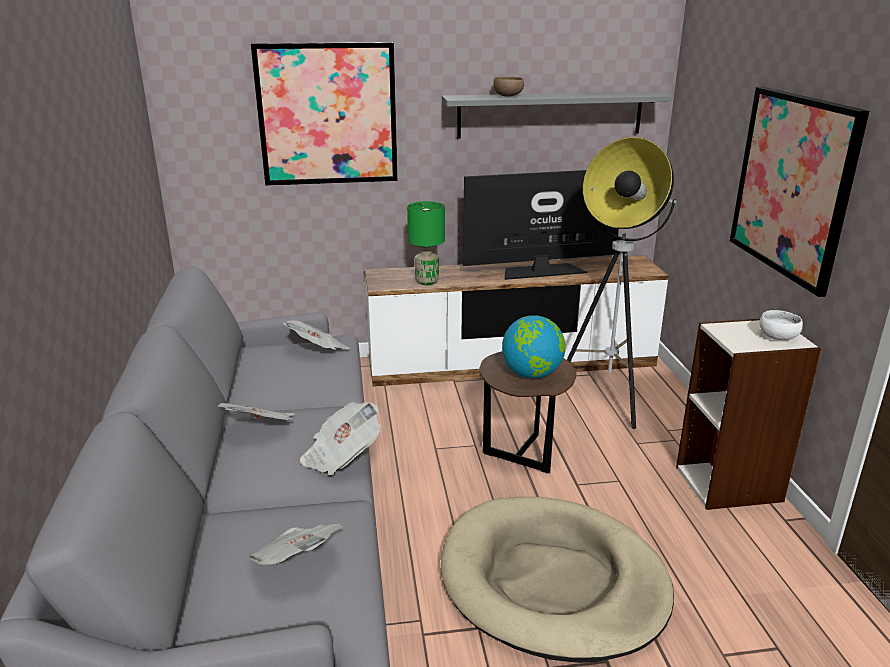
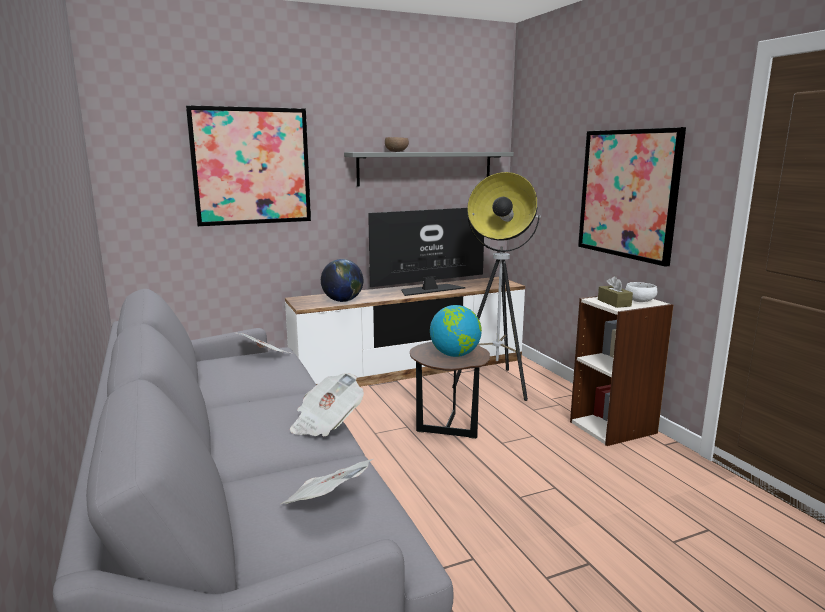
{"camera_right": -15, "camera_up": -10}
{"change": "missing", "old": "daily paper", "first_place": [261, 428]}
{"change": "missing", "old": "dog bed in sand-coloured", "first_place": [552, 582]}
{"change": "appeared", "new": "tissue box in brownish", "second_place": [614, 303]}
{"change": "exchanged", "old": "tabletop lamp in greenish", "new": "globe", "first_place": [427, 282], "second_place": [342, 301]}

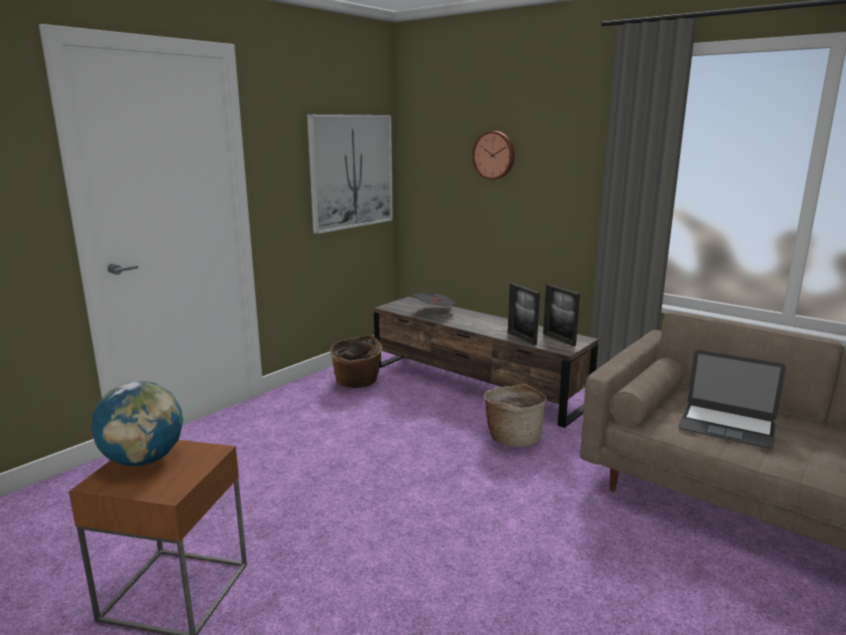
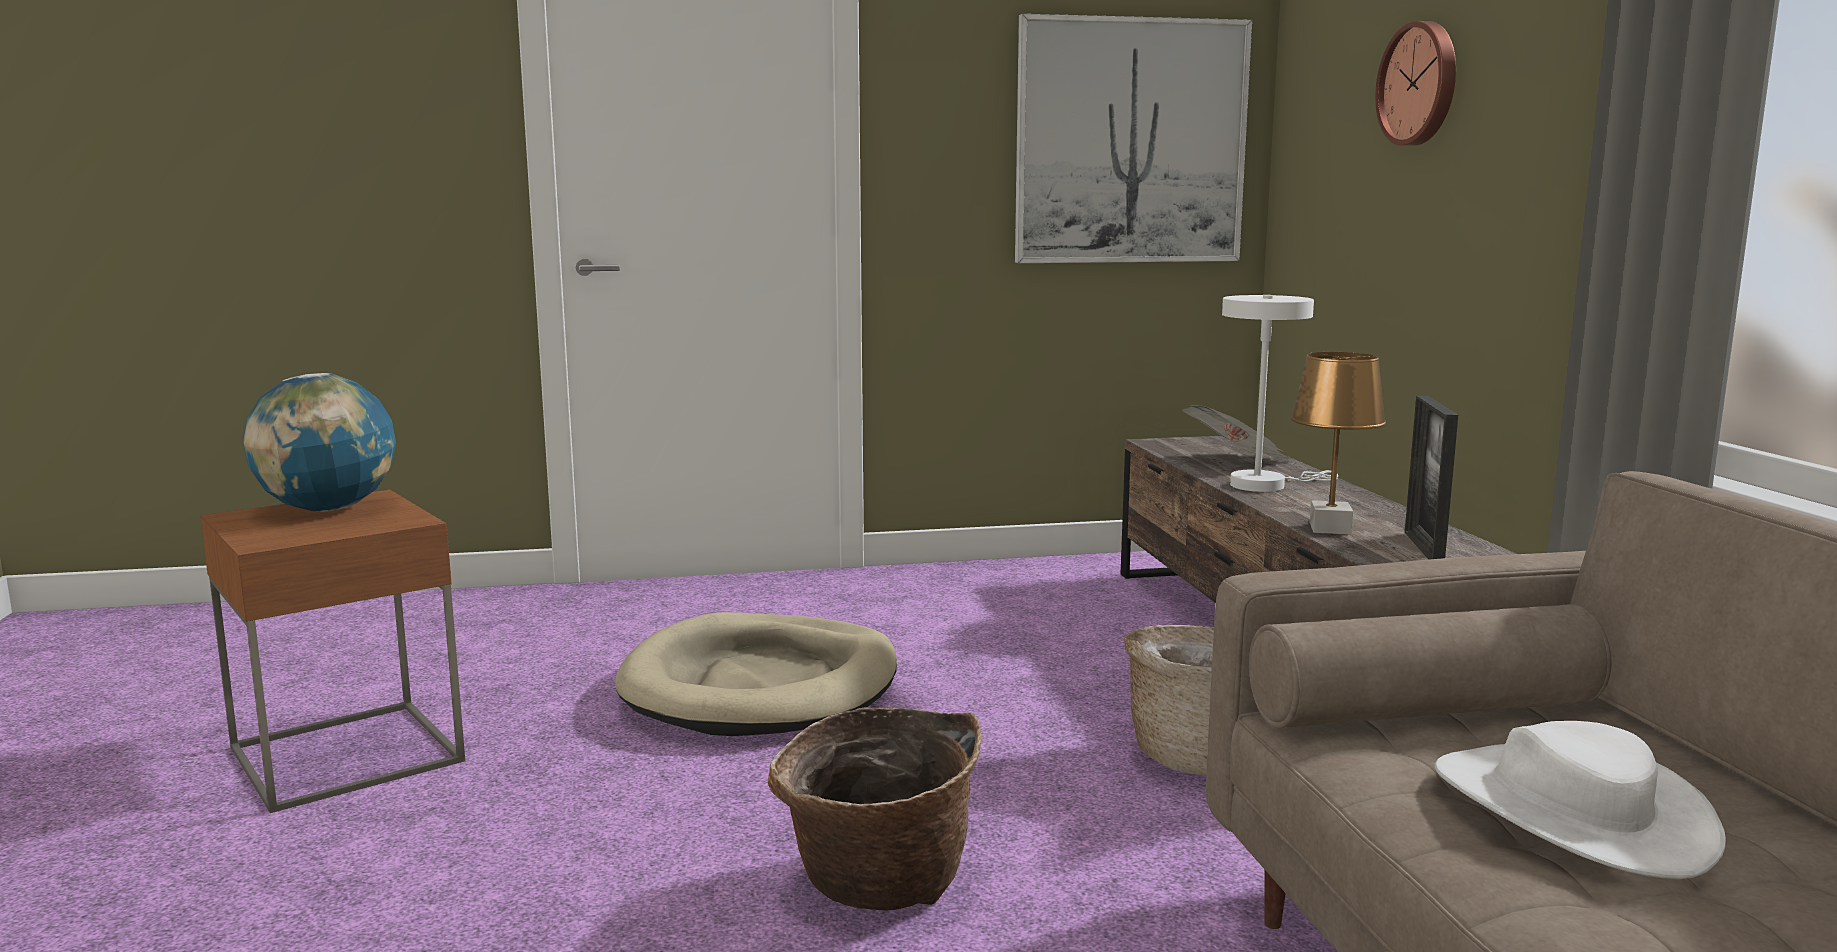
{"camera_right": 40, "camera_up": -5}
{"change": "appeared", "new": "dog bed in sand-coloured", "second_place": [762, 686]}
{"change": "appeared", "new": "tabletop lamp in white-coloured", "second_place": [1265, 484]}
{"change": "relocated", "old": "basket", "first_place": [357, 384], "second_place": [876, 886]}
{"change": "exchanged", "old": "standing frame", "new": "tabletop lamp in brownish", "first_place": [521, 338], "second_place": [1330, 529]}
{"change": "exchanged", "old": "portable computer", "new": "clothing hat in white-coloured", "first_place": [727, 425], "second_place": [1570, 810]}

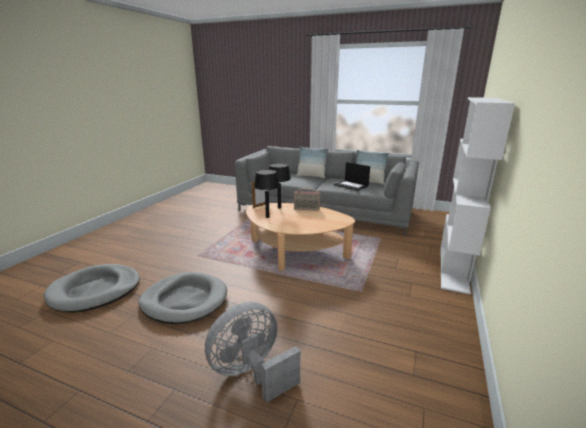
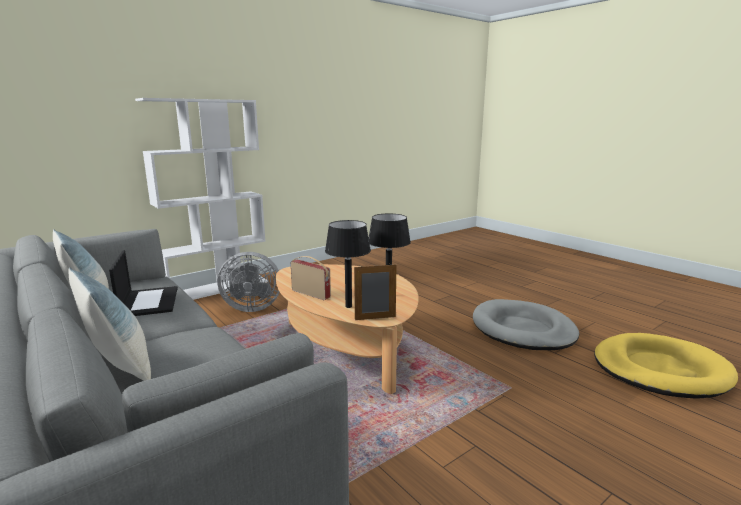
{"camera_right": -150, "camera_up": -5}
{"change": "relocated", "old": "fan in greyish", "first_place": [252, 373], "second_place": [251, 307]}
{"change": "colour", "old": "dog bed in greyish", "new": "dog bed in yellowish", "first_place": [95, 290], "second_place": [660, 370]}

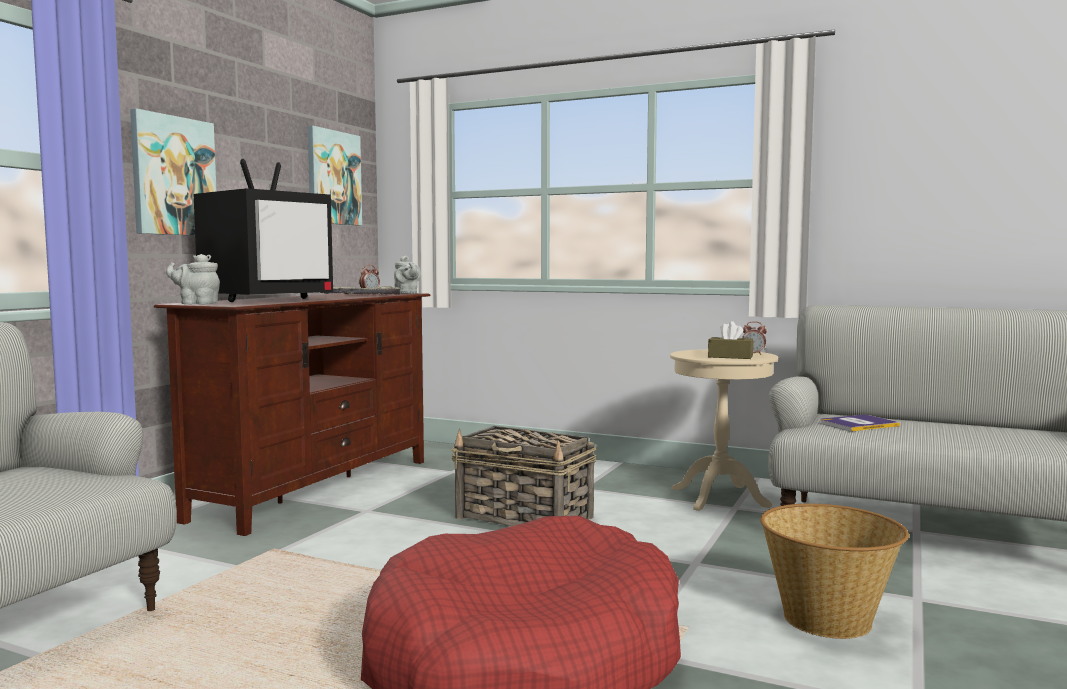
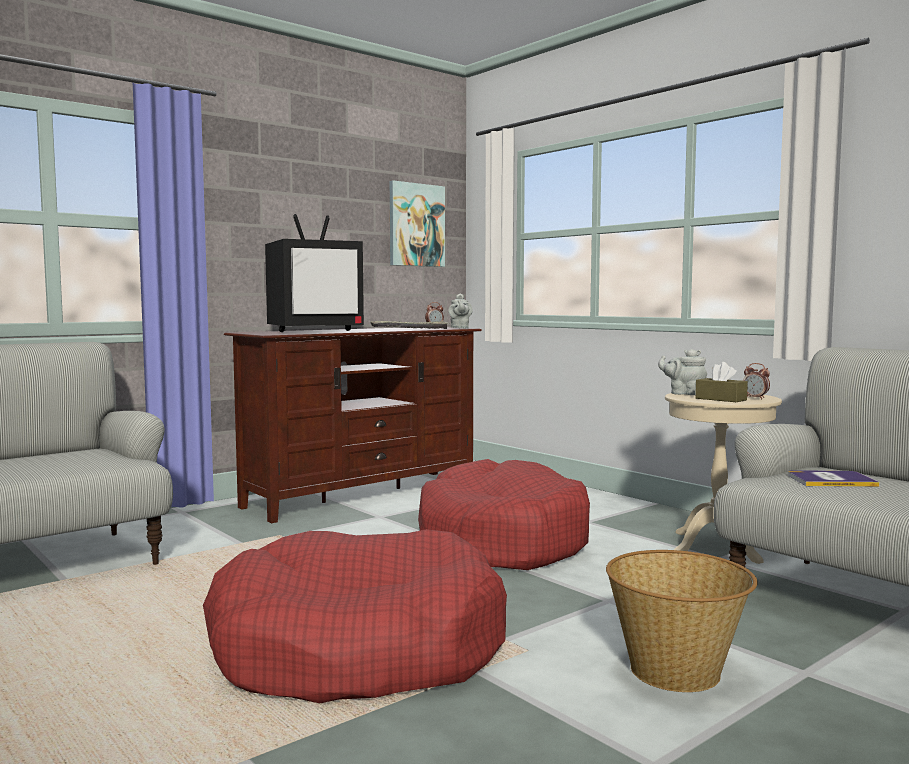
{"camera_right": 25, "camera_up": 0}
{"change": "missing", "old": "wall art", "first_place": [173, 176]}
{"change": "relocated", "old": "teapot in greyish", "first_place": [196, 303], "second_place": [684, 393]}
{"change": "exchanged", "old": "basket", "new": "dog bed in reddish", "first_place": [525, 518], "second_place": [501, 540]}

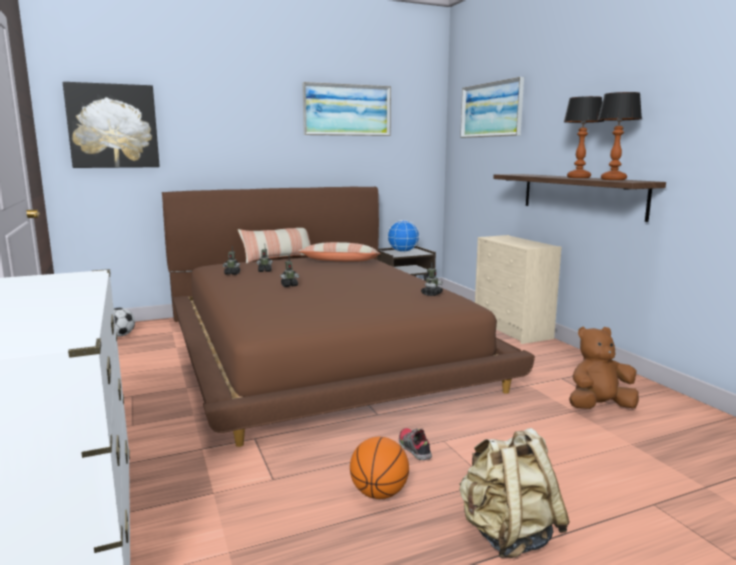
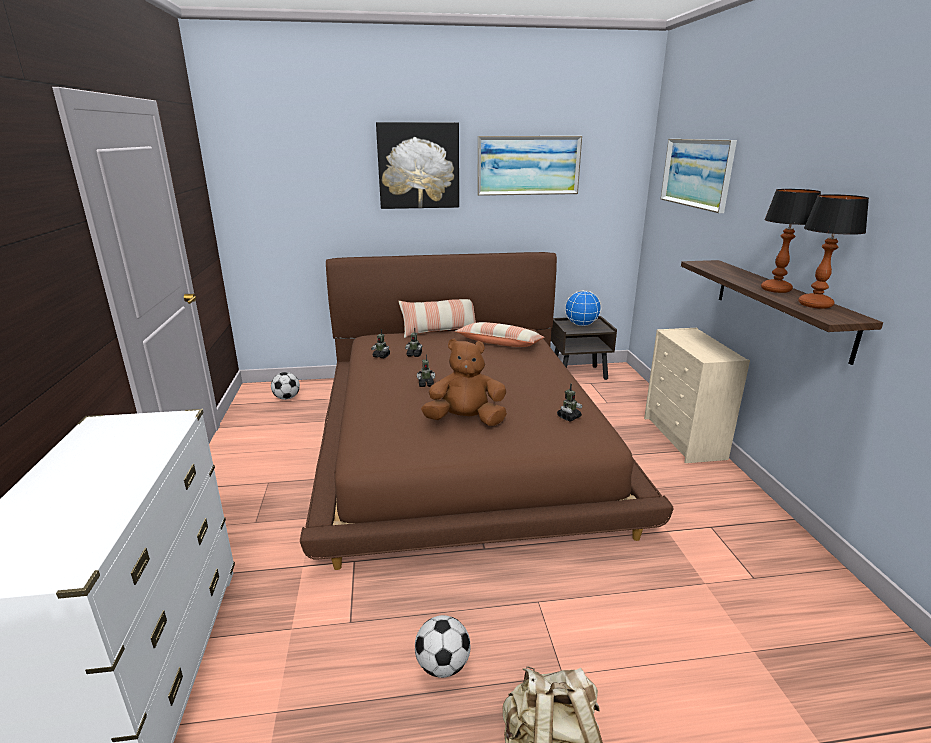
{"camera_right": 15, "camera_up": 10}
{"change": "missing", "old": "shoe", "first_place": [414, 449]}
{"change": "relocated", "old": "wall art", "first_place": [113, 126], "second_place": [418, 166]}
{"change": "relocated", "old": "plush toy in brownish", "first_place": [599, 407], "second_place": [466, 420]}
{"change": "exchanged", "old": "basketball ball", "new": "ball for football", "first_place": [379, 493], "second_place": [442, 665]}

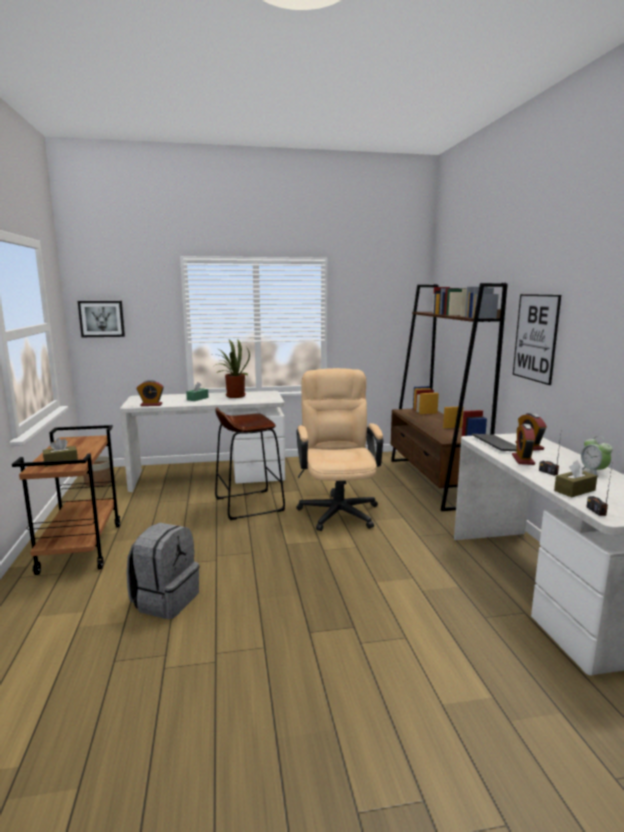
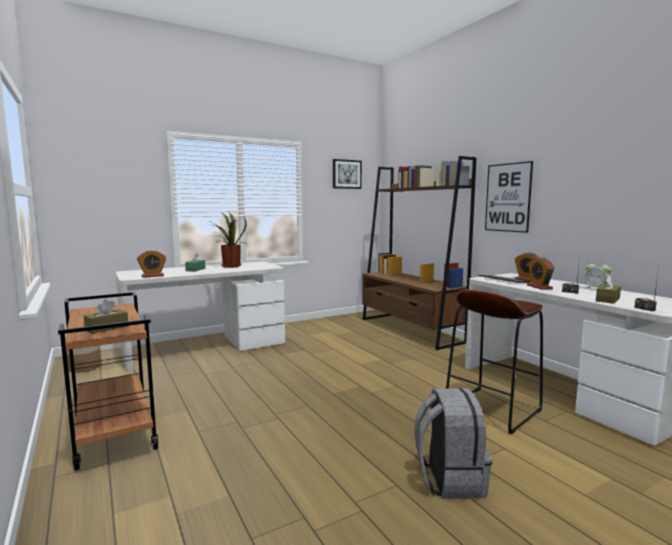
{"camera_right": -20, "camera_up": -5}
{"change": "missing", "old": "office chair in sand-coloured", "first_place": [338, 509]}
{"change": "relocated", "old": "wall art", "first_place": [102, 319], "second_place": [346, 174]}
{"change": "relocated", "old": "rucksack in greyish", "first_place": [165, 600], "second_place": [449, 479]}
{"change": "relocated", "old": "stool in brownish", "first_place": [249, 504], "second_place": [492, 409]}

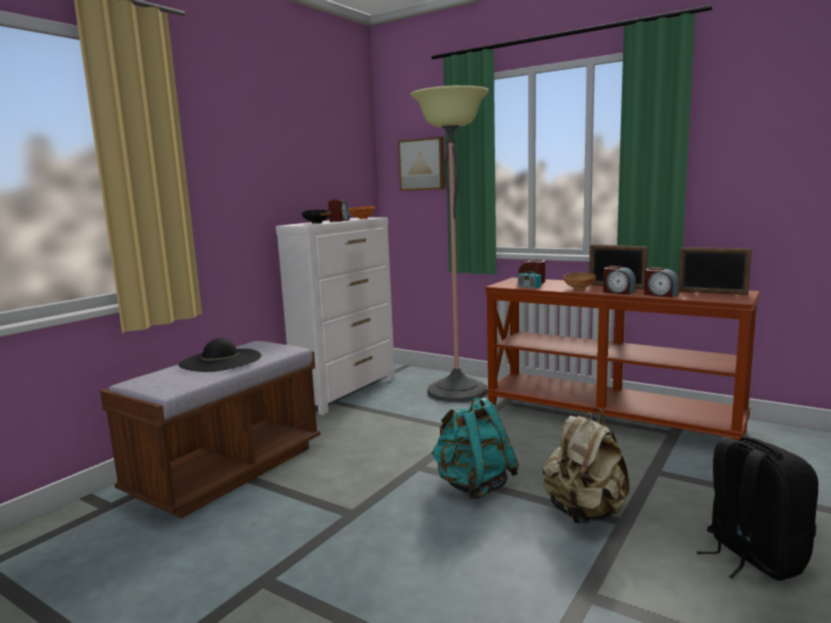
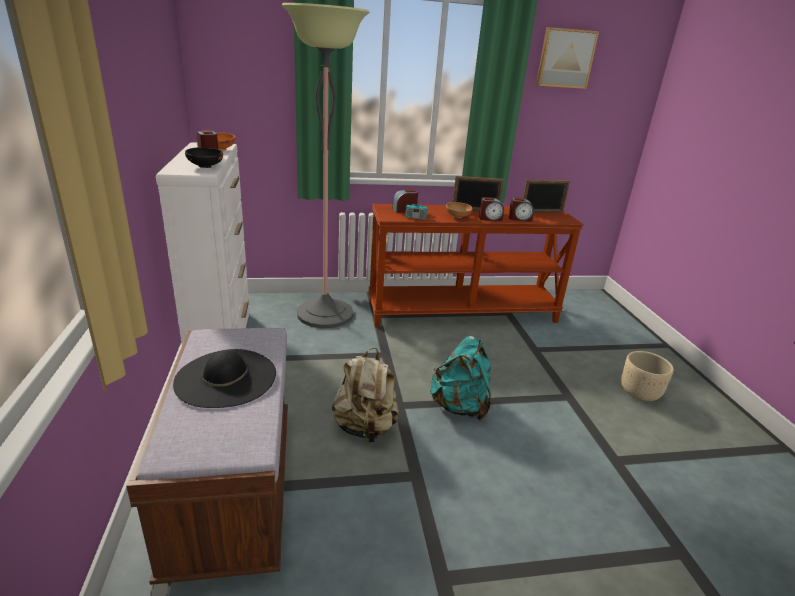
{"camera_right": -45, "camera_up": 15}
{"change": "relocated", "old": "wall art", "first_place": [423, 164], "second_place": [565, 58]}
{"change": "relocated", "old": "rucksack in sand-coloured", "first_place": [585, 513], "second_place": [365, 427]}
{"change": "exchanged", "old": "rucksack in blackish", "new": "plant pot in sand-coloured", "first_place": [752, 557], "second_place": [639, 393]}

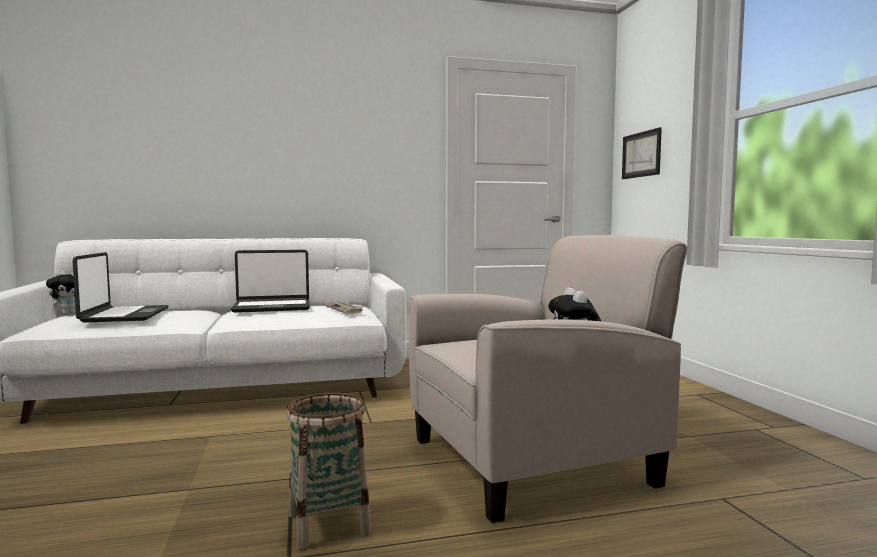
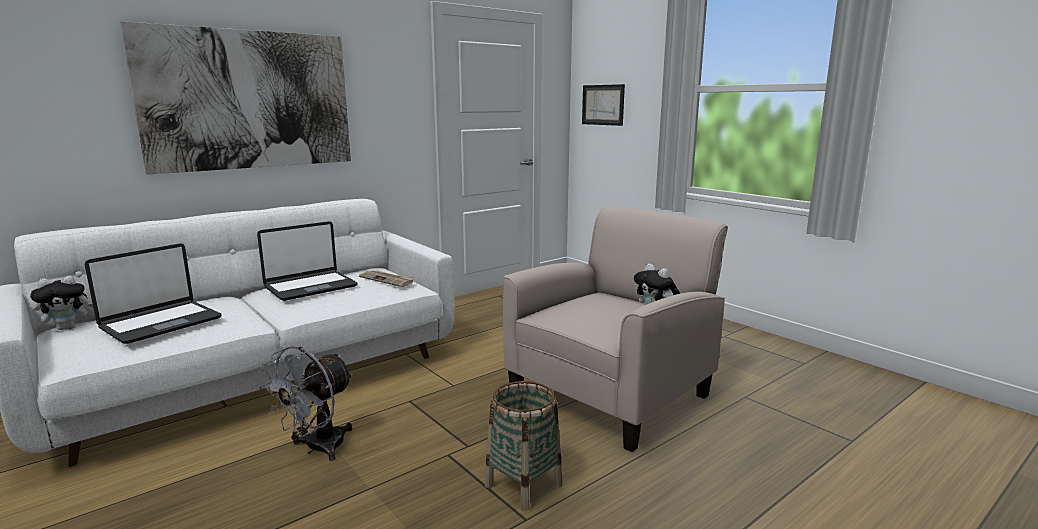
{"camera_right": -25, "camera_up": 10}
{"change": "appeared", "new": "wall art", "second_place": [249, 100]}
{"change": "appeared", "new": "fan in greyish", "second_place": [317, 448]}
{"change": "spun", "old": "portable computer", "first_place": [124, 315], "second_place": [160, 323], "degrees": 75}

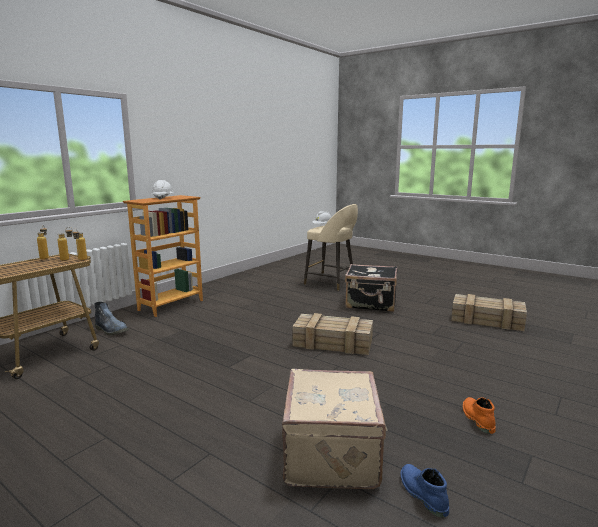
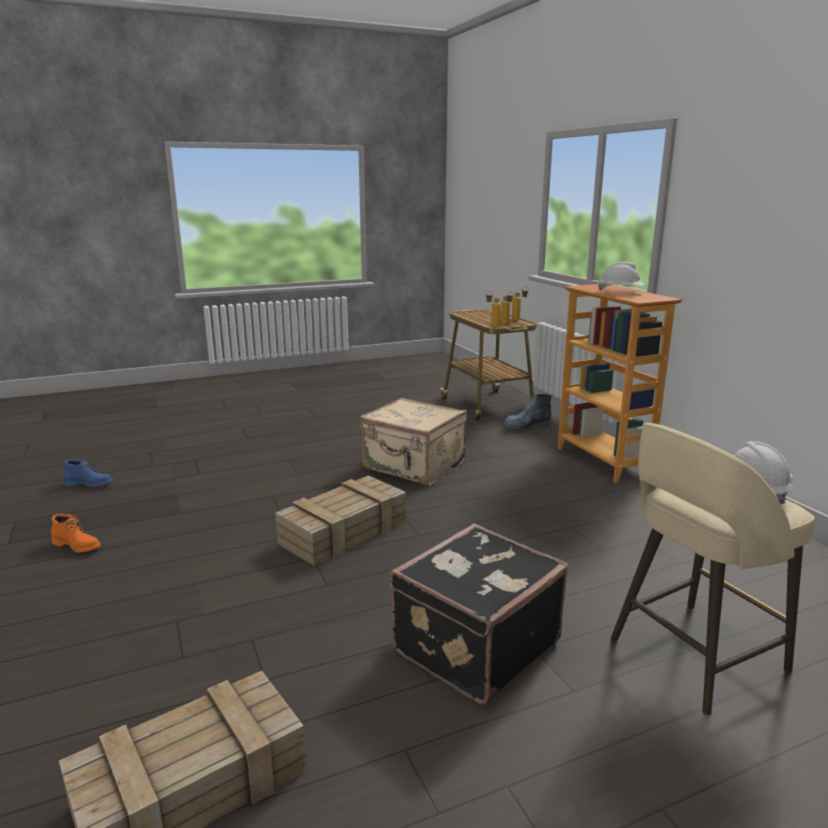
{"camera_right": 120, "camera_up": 5}
{"change": "relocated", "old": "travel case in sand-coloured", "first_place": [333, 454], "second_place": [414, 467]}

